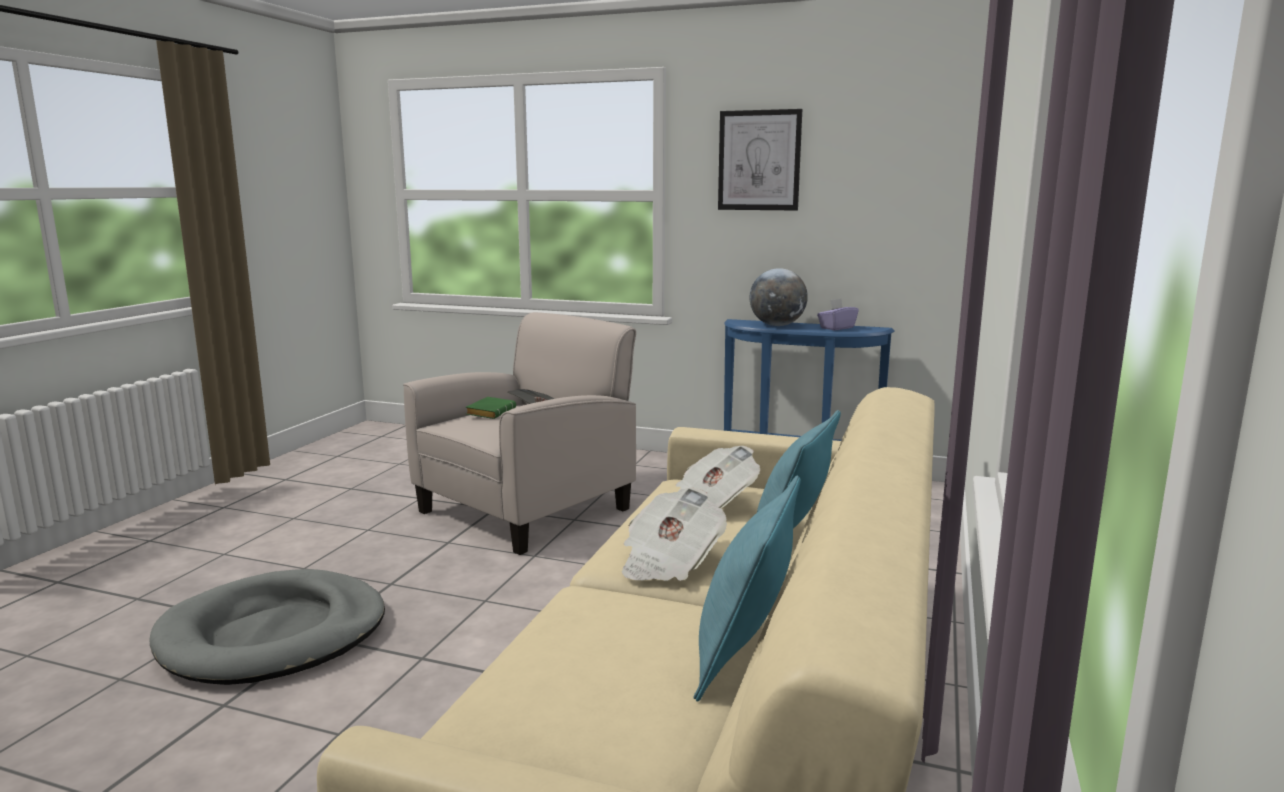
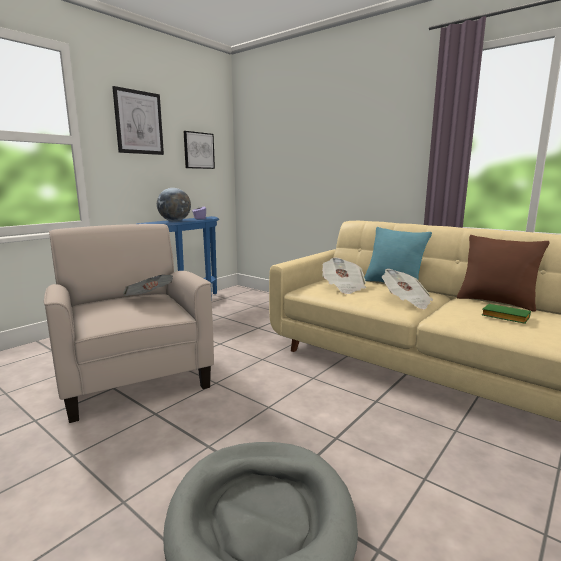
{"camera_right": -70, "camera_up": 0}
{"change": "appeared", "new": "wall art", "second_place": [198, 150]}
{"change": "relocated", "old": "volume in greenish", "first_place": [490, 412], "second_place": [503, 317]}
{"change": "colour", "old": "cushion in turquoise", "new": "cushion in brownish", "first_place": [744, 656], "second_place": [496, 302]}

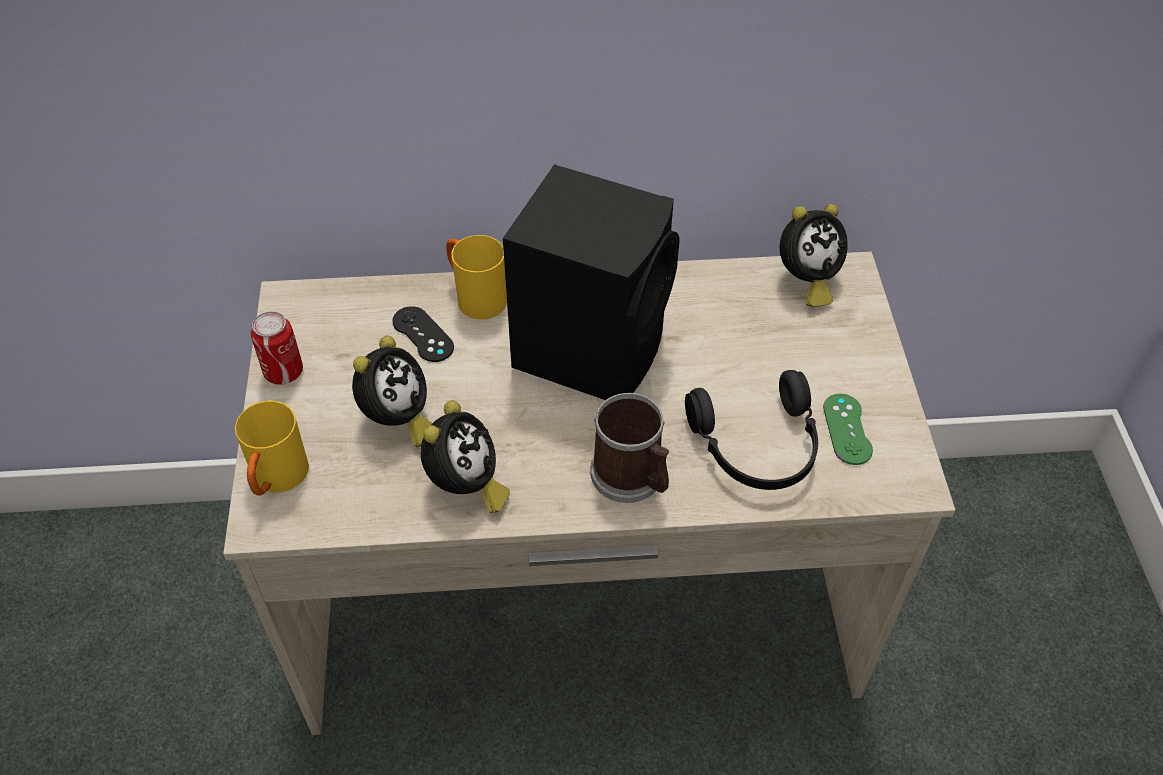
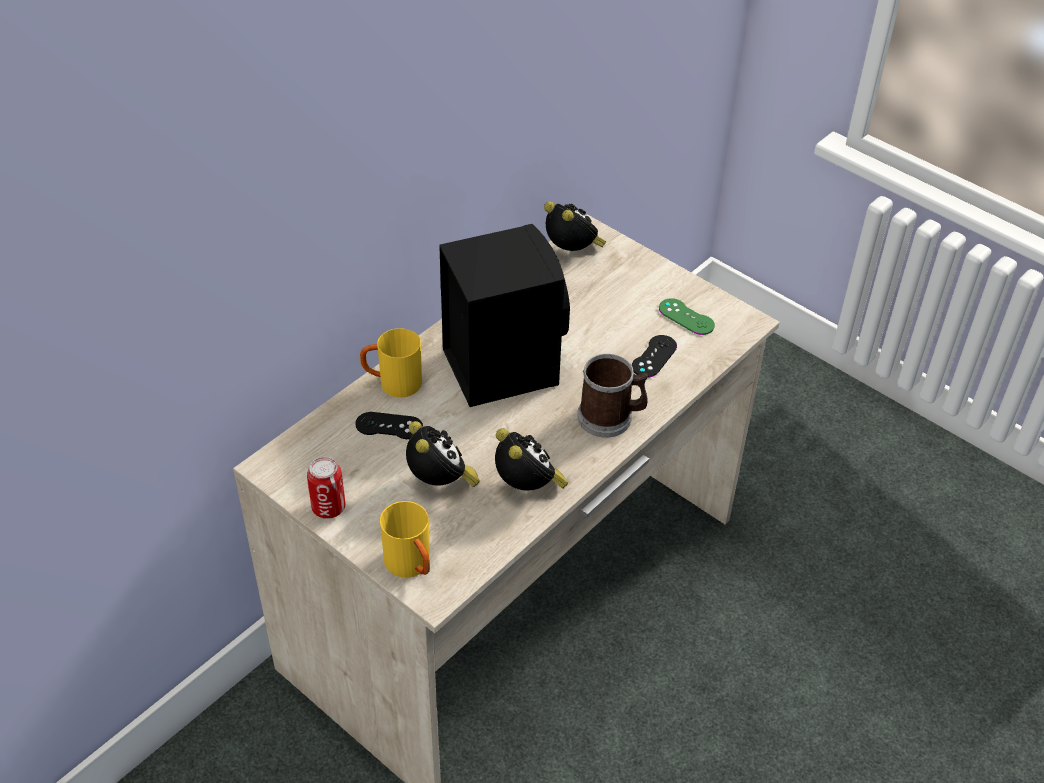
{"camera_right": -45, "camera_up": -5}
{"change": "exchanged", "old": "headset in blackish", "new": "joypad in blackish", "first_place": [757, 447], "second_place": [654, 356]}
{"change": "spun", "old": "alarm clock", "first_place": [806, 281], "second_place": [572, 252], "degrees": -60}

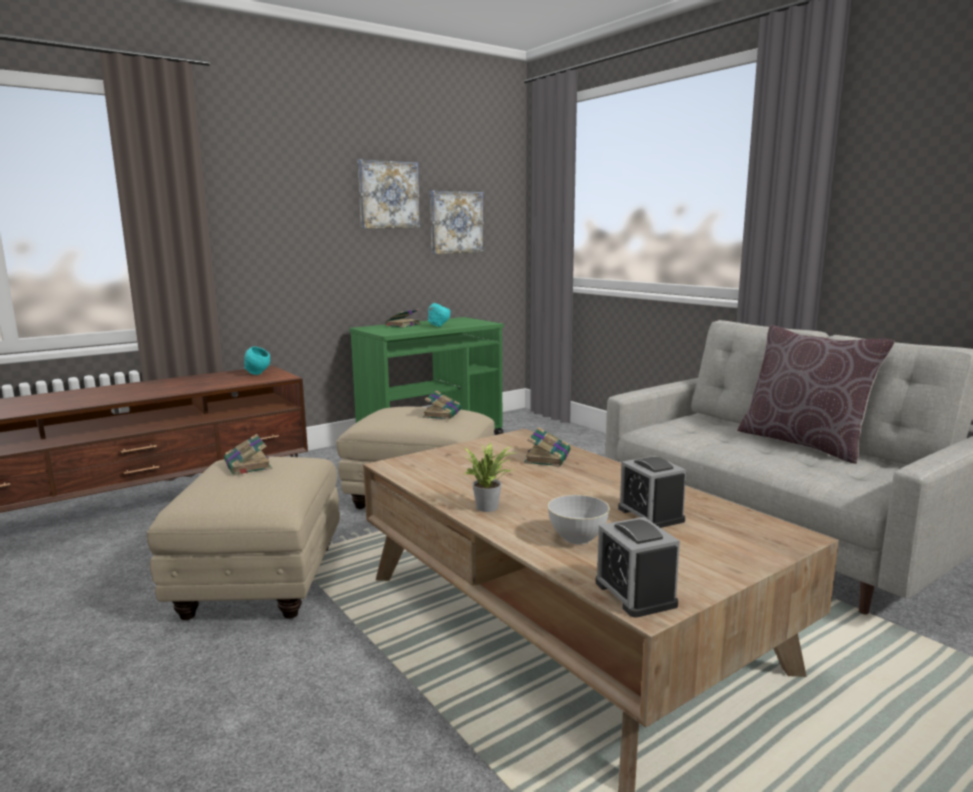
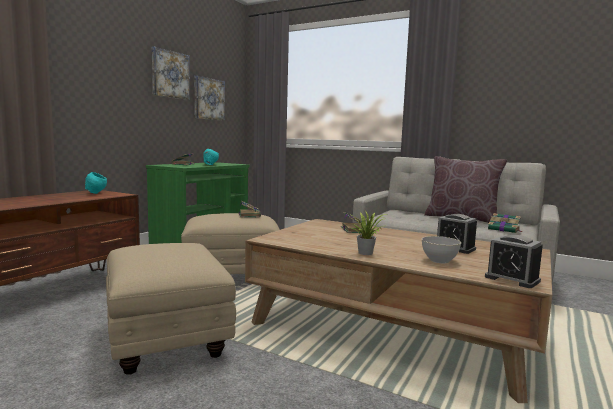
{"camera_right": -25, "camera_up": -5}
{"change": "relocated", "old": "volume", "first_place": [248, 466], "second_place": [504, 229]}

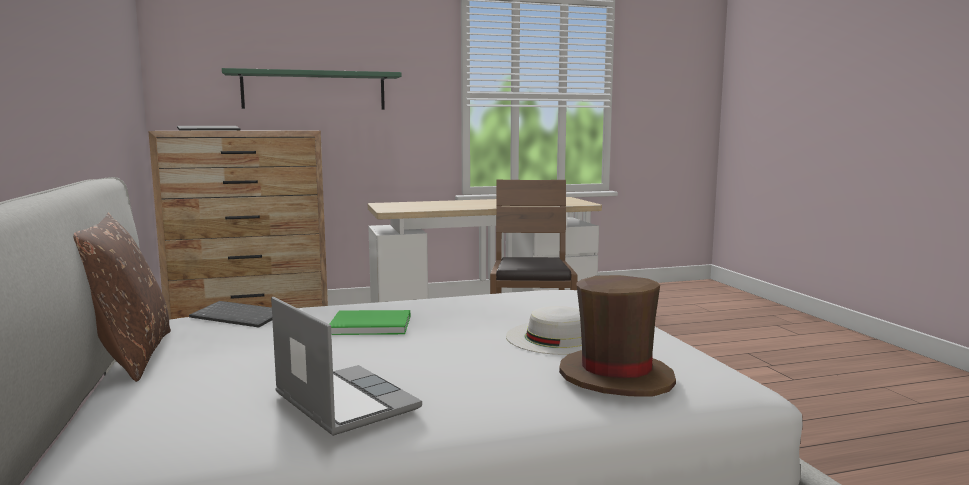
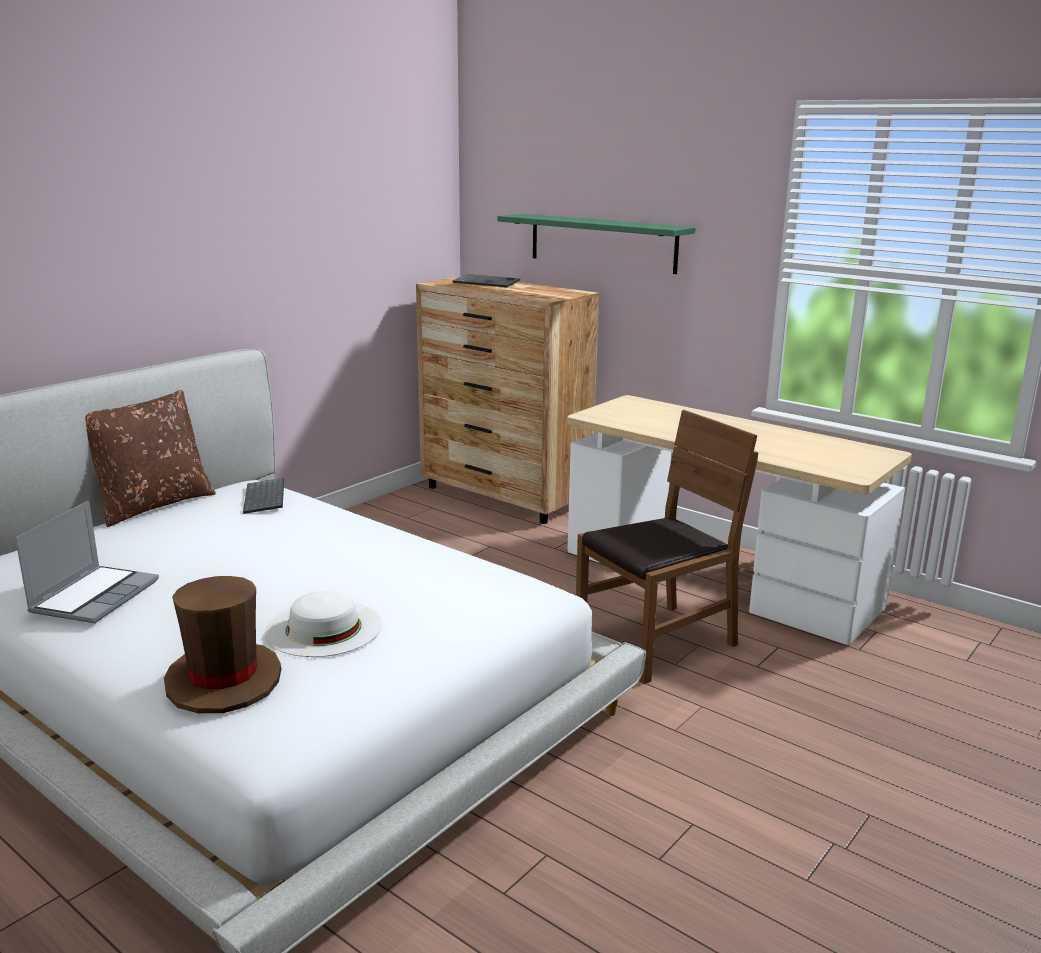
{"camera_right": 55, "camera_up": 10}
{"change": "missing", "old": "volume in greenish", "first_place": [368, 324]}

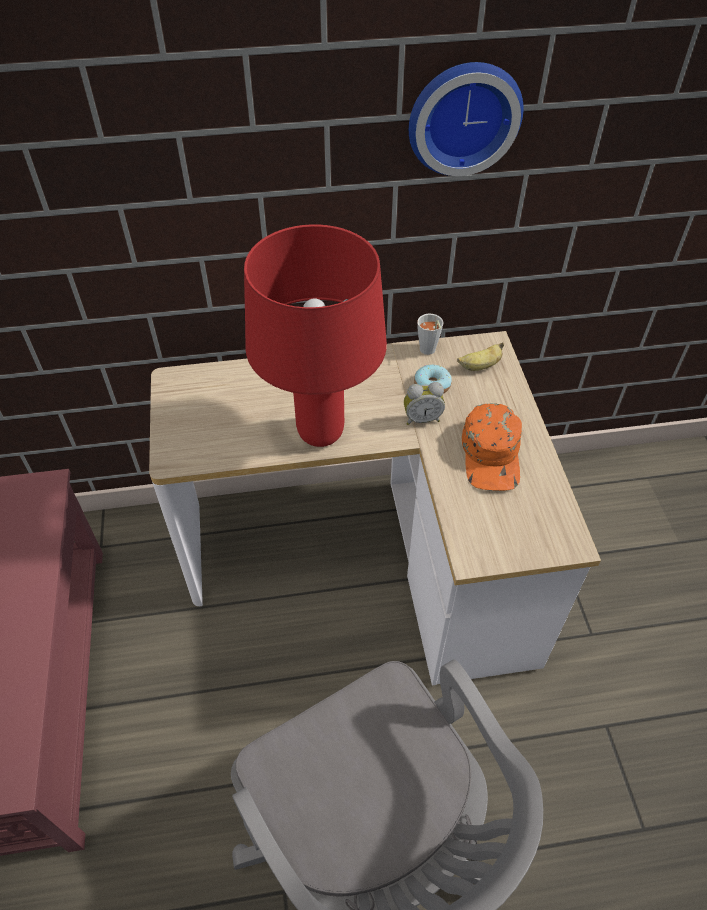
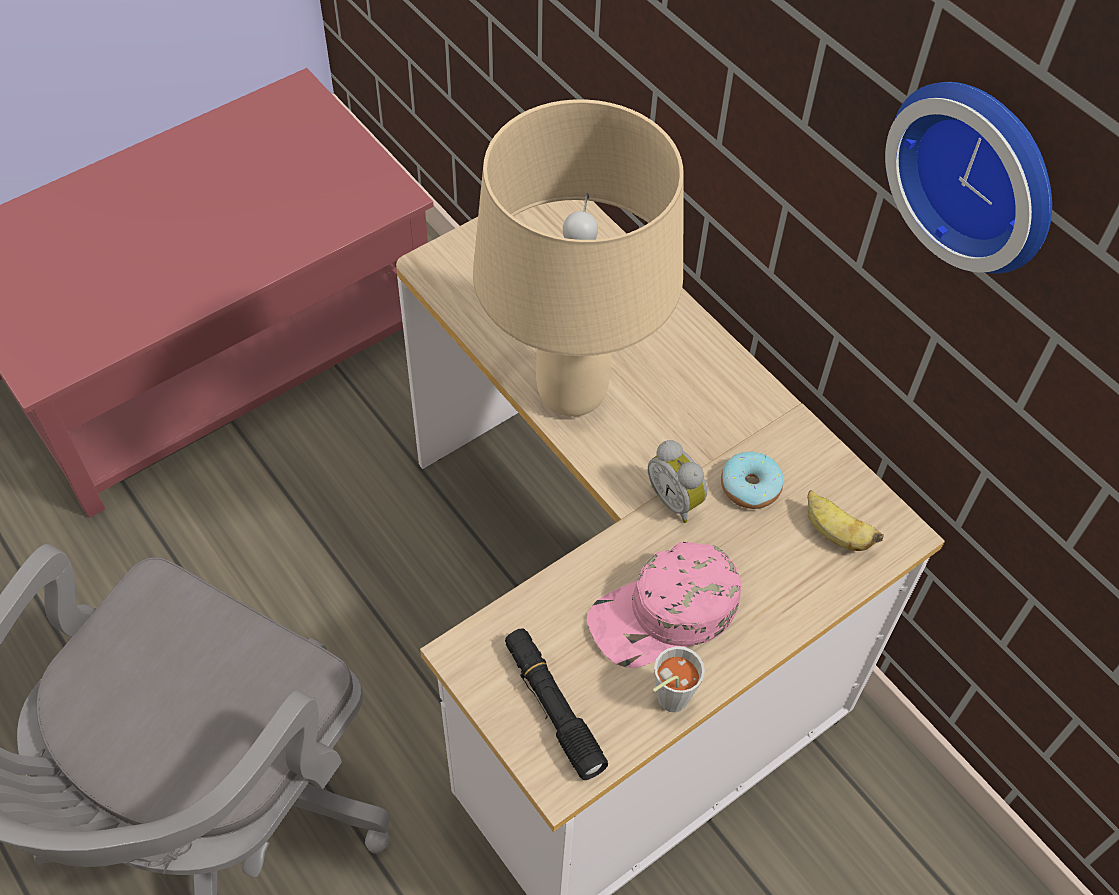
{"camera_right": 60, "camera_up": 5}
{"change": "appeared", "new": "flashlight in blackish", "second_place": [553, 707]}
{"change": "relocated", "old": "cup in greyish", "first_place": [428, 352], "second_place": [666, 702]}
{"change": "colour", "old": "tabletop lamp in reddish", "new": "tabletop lamp in sand-coloured", "first_place": [321, 433], "second_place": [572, 396]}
{"change": "colour", "old": "peaked cap in orange", "new": "peaked cap in pink-coloured", "first_place": [492, 454], "second_place": [665, 614]}

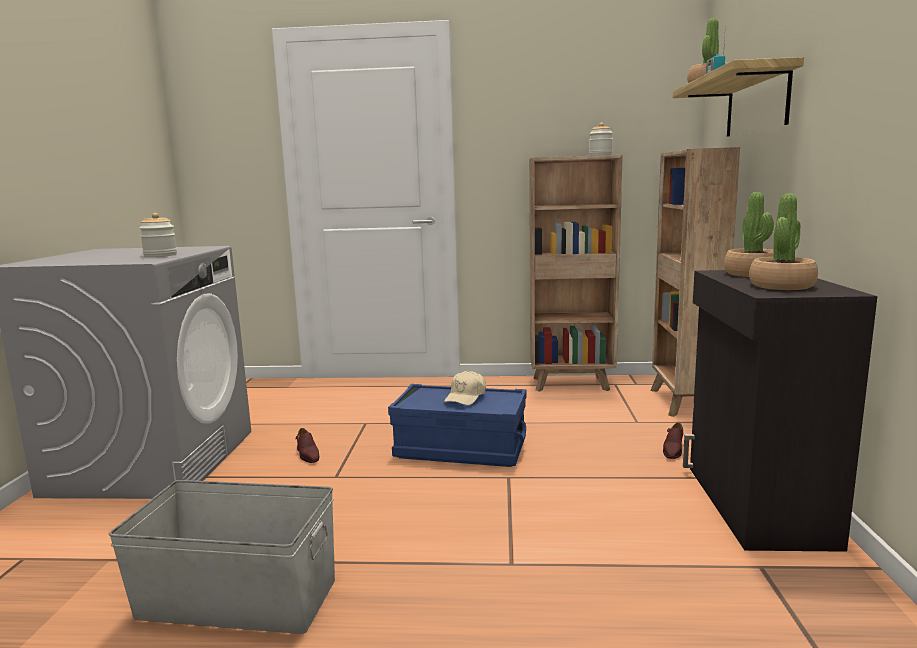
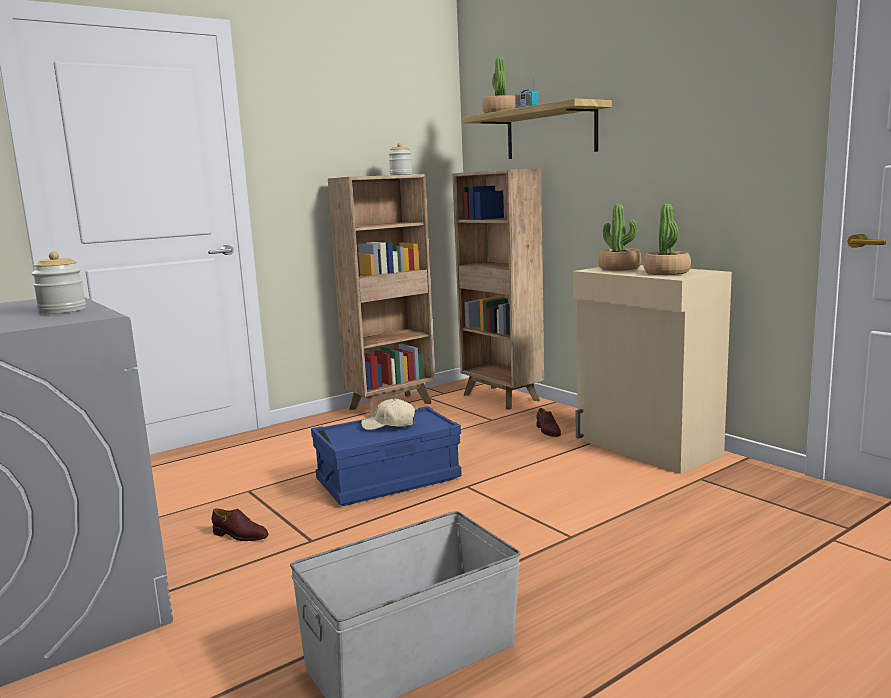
{"camera_right": -40, "camera_up": 0}
{"change": "colour", "old": "cabinet in blackish", "new": "cabinet in sand-coloured", "first_place": [755, 505], "second_place": [646, 447]}
{"change": "spun", "old": "peaked cap in sand-coloured", "first_place": [466, 397], "second_place": [389, 424], "degrees": 105}

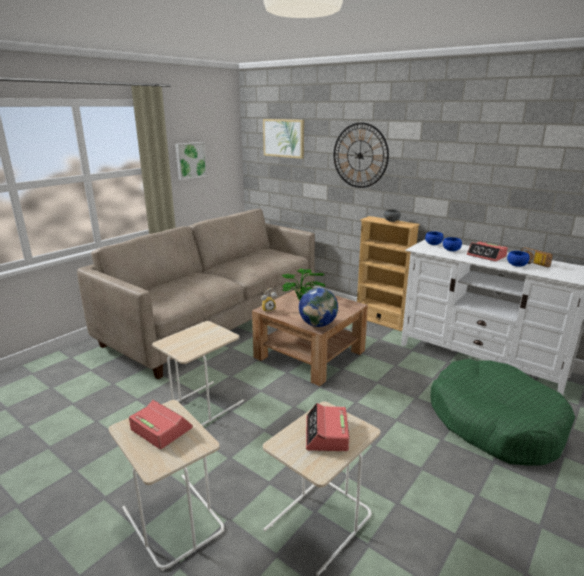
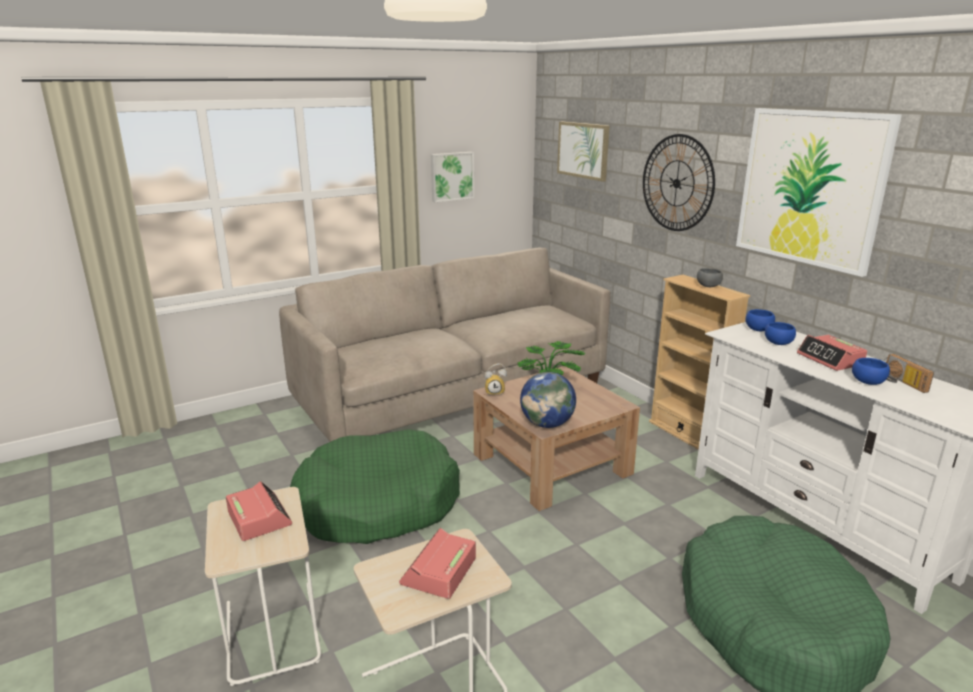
{"camera_right": 20, "camera_up": 0}
{"change": "appeared", "new": "wall art", "second_place": [810, 188]}
{"change": "exchanged", "old": "side table in sand-coloured", "new": "dog bed in greenish", "first_place": [202, 405], "second_place": [377, 504]}

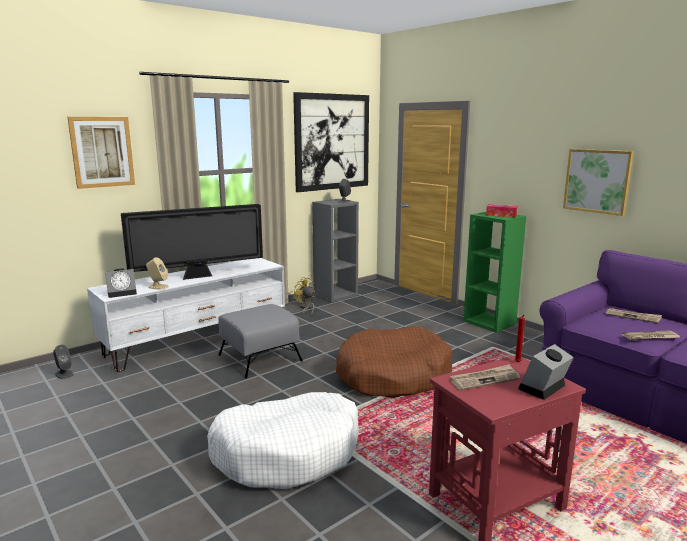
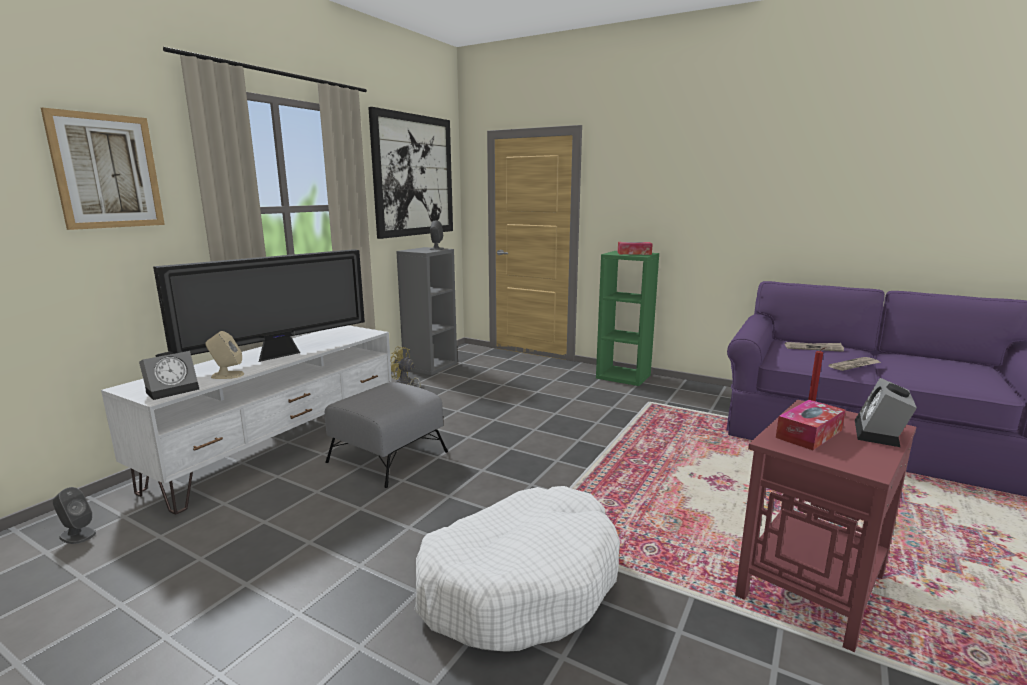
{"camera_right": -20, "camera_up": 0}
{"change": "missing", "old": "dog bed in brownish", "first_place": [393, 376]}
{"change": "missing", "old": "wall art", "first_place": [597, 181]}
{"change": "exchanged", "old": "daily paper", "new": "tissue box", "first_place": [485, 379], "second_place": [809, 434]}

